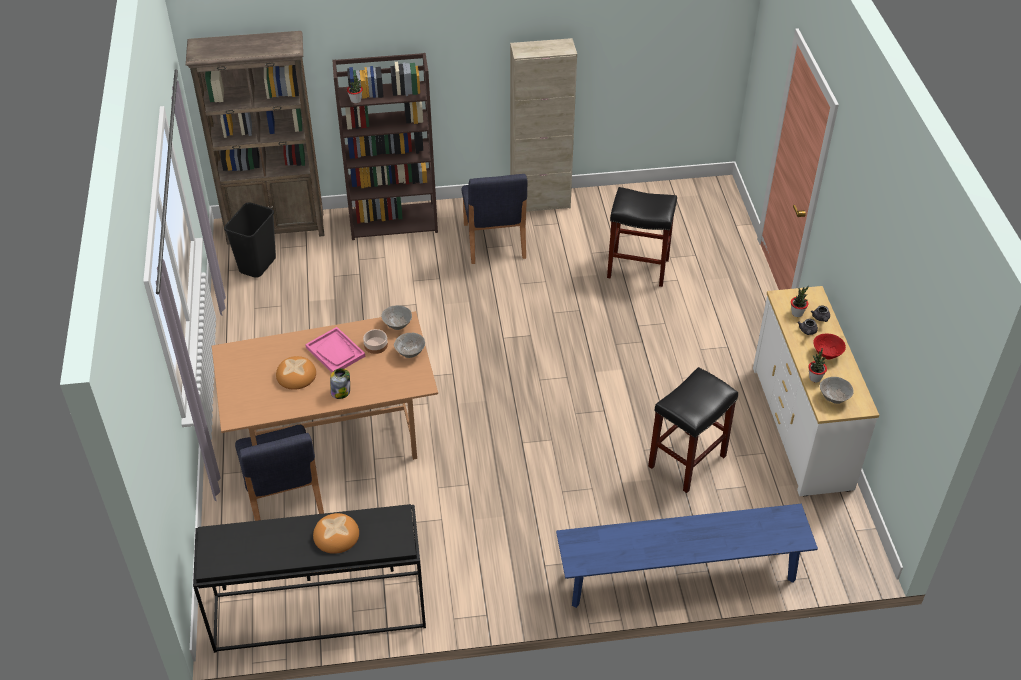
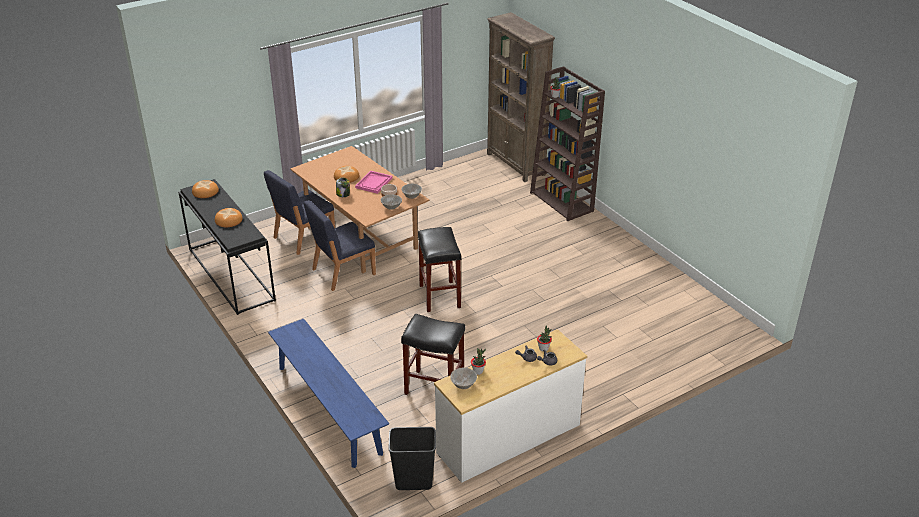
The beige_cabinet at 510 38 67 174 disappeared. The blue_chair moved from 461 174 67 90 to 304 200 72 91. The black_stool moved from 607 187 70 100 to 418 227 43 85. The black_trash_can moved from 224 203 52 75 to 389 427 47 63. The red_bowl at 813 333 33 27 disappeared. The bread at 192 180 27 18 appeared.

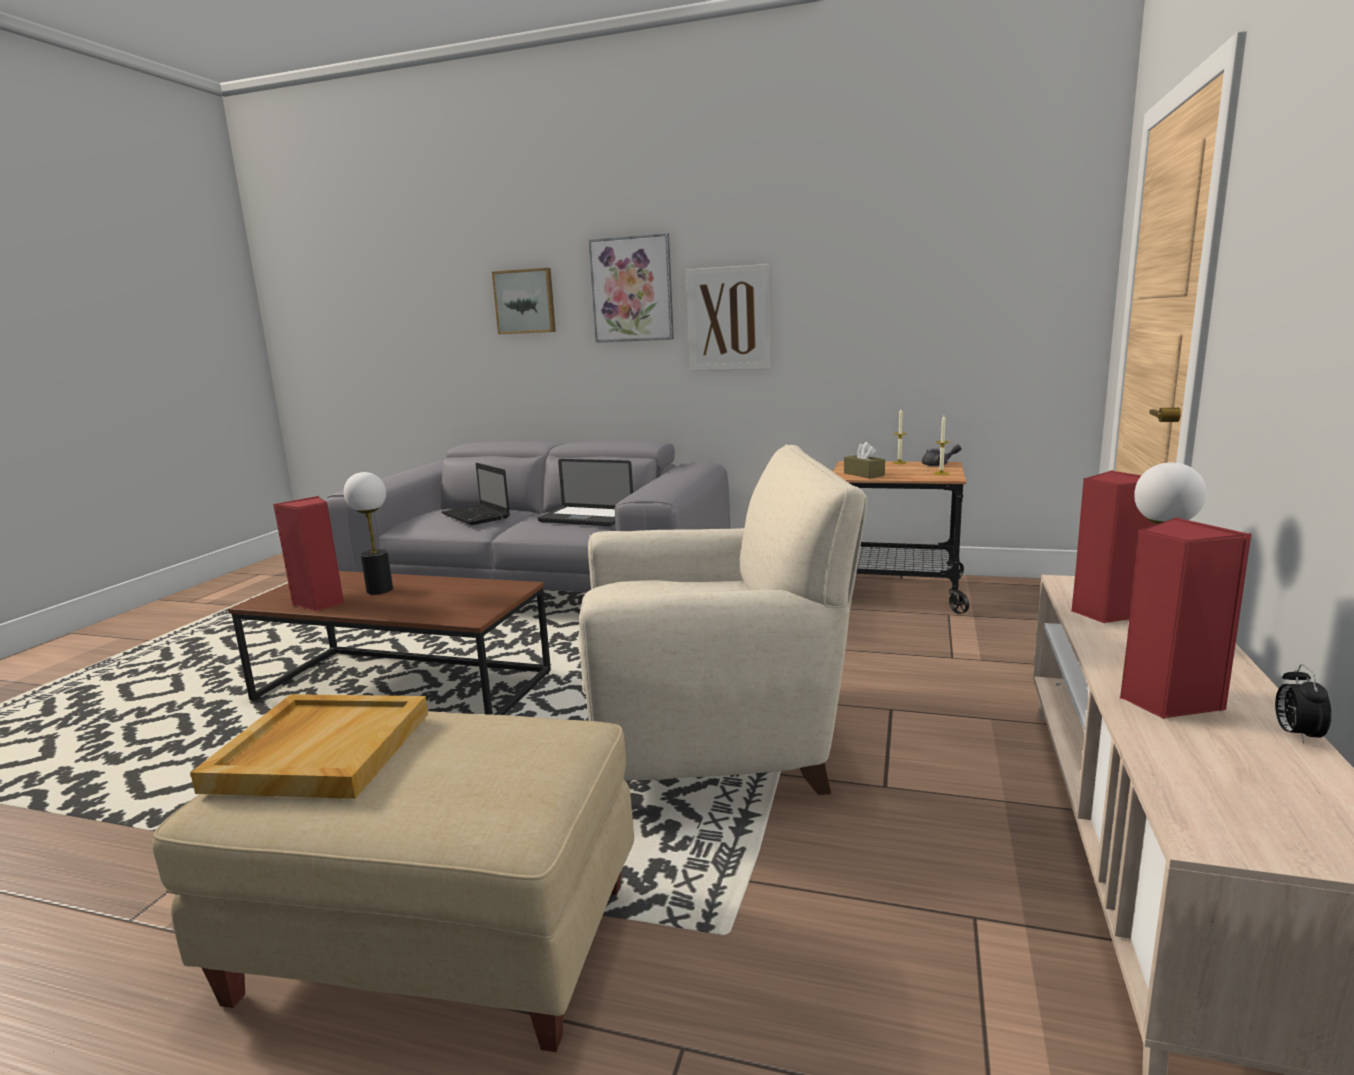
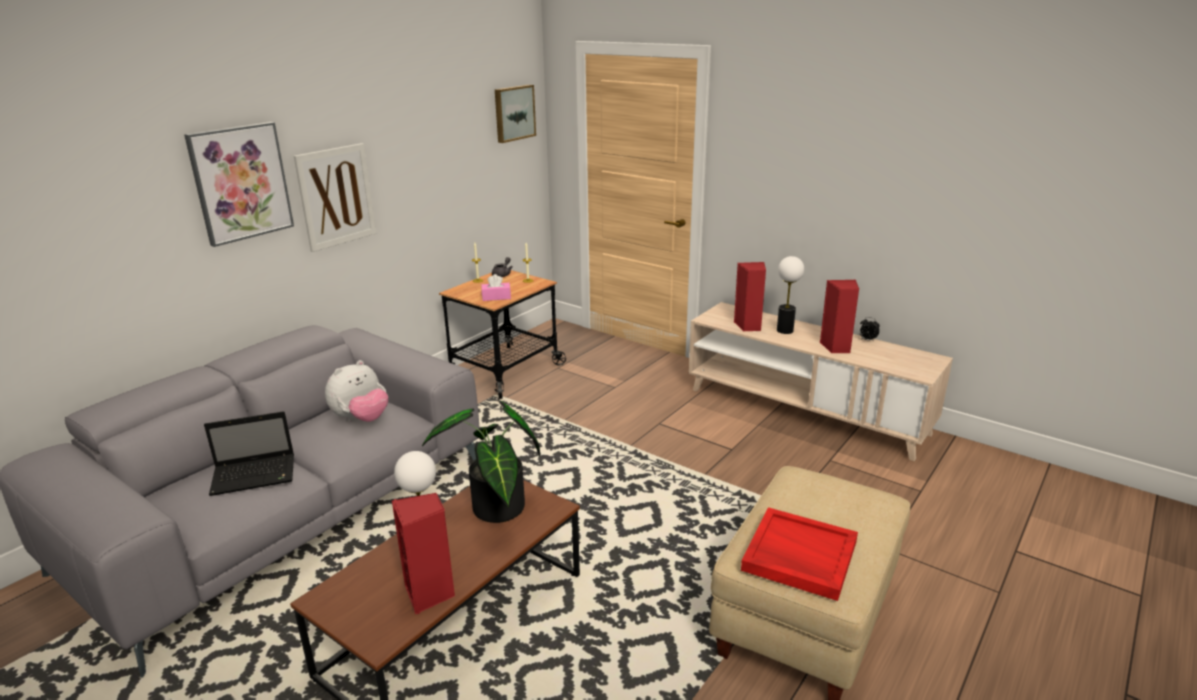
The picture moved from 492 268 64 66 to 495 84 41 59. The brown_tissue_box at 844 442 41 37 became the pink_tissue_box at 481 274 30 27. The beige_armchair at 578 444 289 351 disappeared. The laptop at 537 459 96 67 was replaced by the plush_toy at 325 360 63 62. The beige_tray at 190 694 238 105 became the red_tray at 741 507 117 94. The potted_plant at 422 401 118 122 appeared.

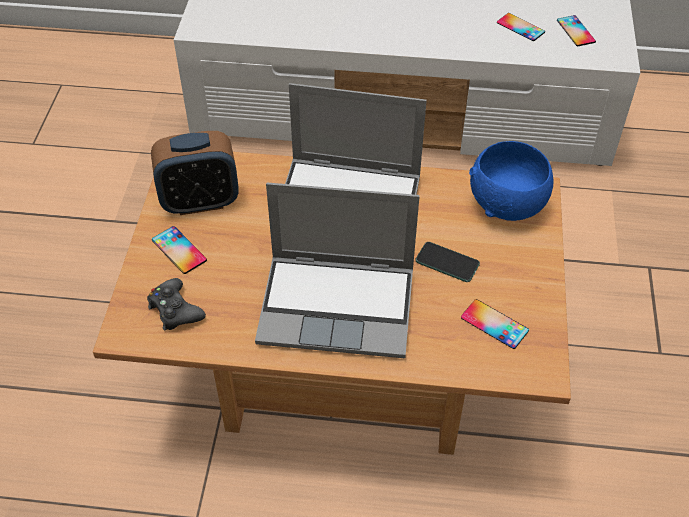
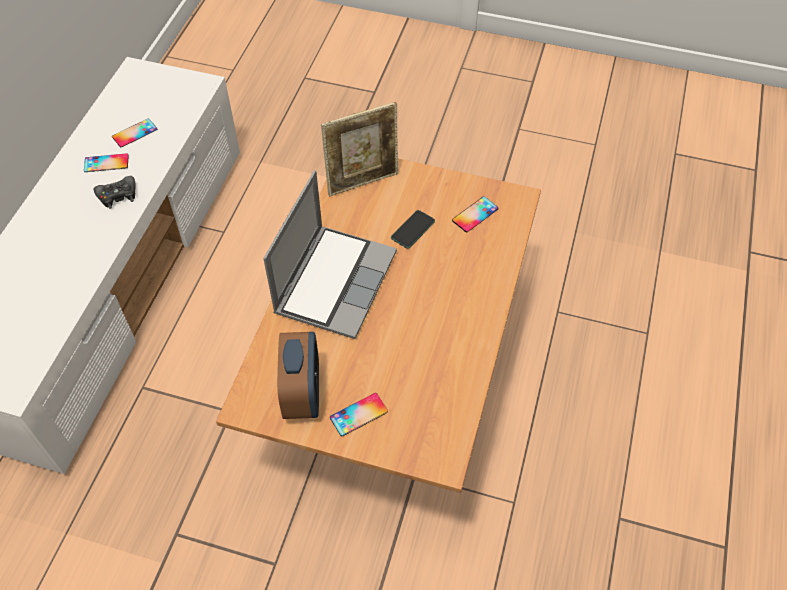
The phone moved from 557 15 39 31 to 84 153 45 19. The blue_bowl at 469 141 84 80 was replaced by the picture_frame at 321 102 77 95. The laptop at 255 182 165 176 disappeared. The black_game_controller moved from 147 278 59 52 to 94 176 42 33.

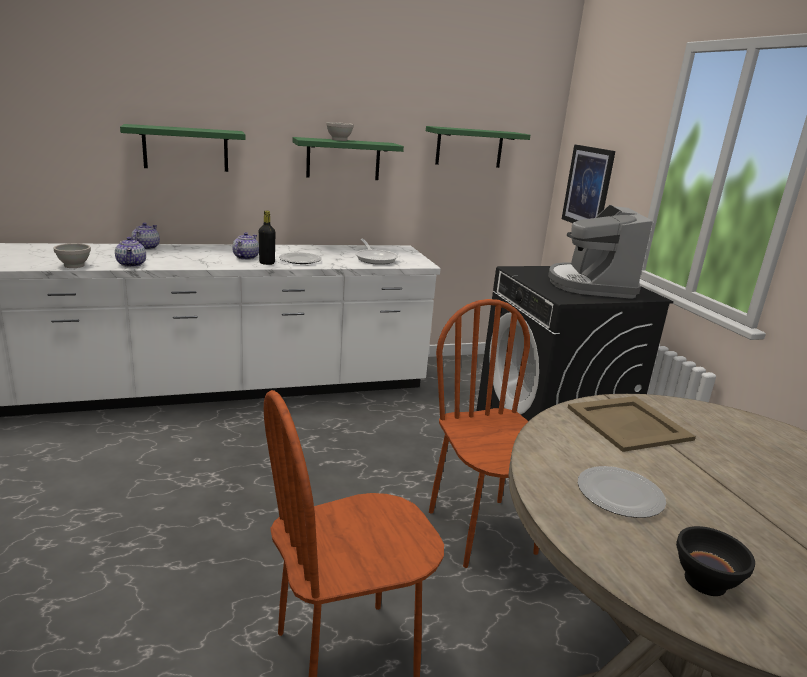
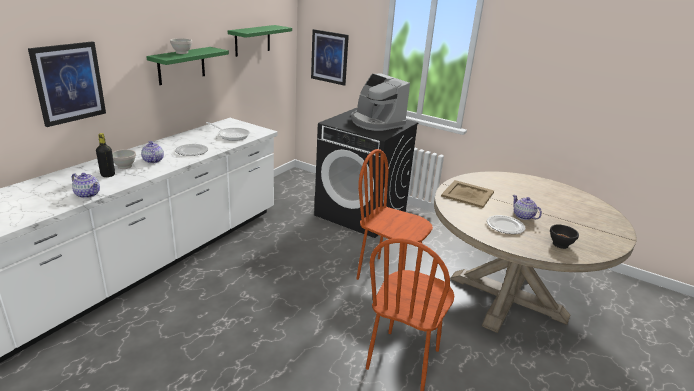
The green_shelf at 120 124 126 48 was replaced by the picture at 28 41 78 86. The black_bottle moved from 259 211 16 54 to 96 133 19 44. The teapot moved from 131 223 29 27 to 513 195 29 25. The white_bowl moved from 54 243 37 25 to 112 149 24 20.

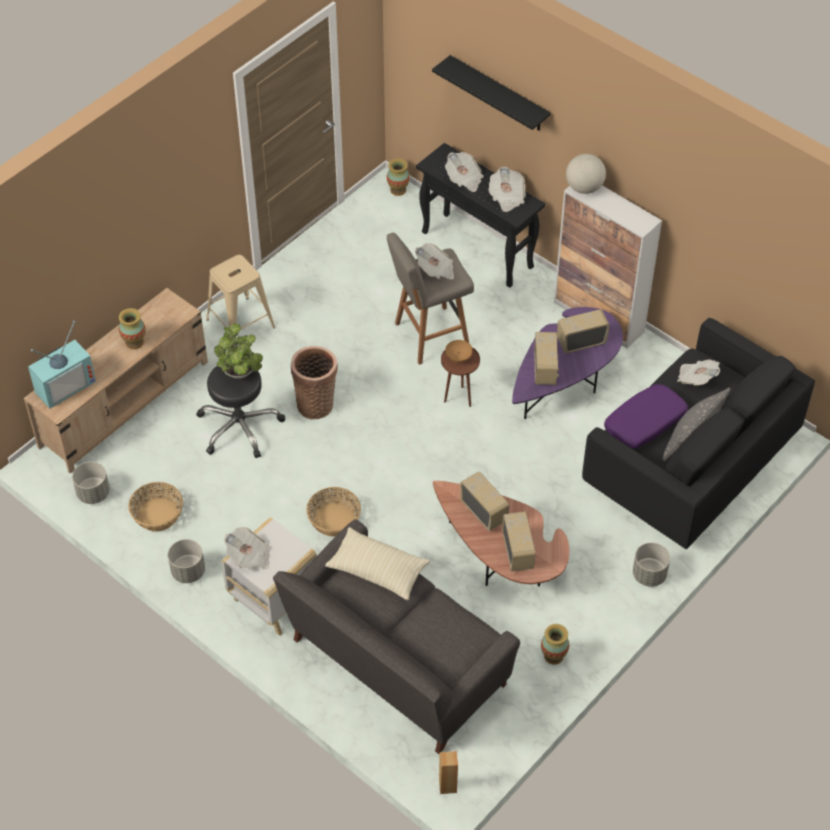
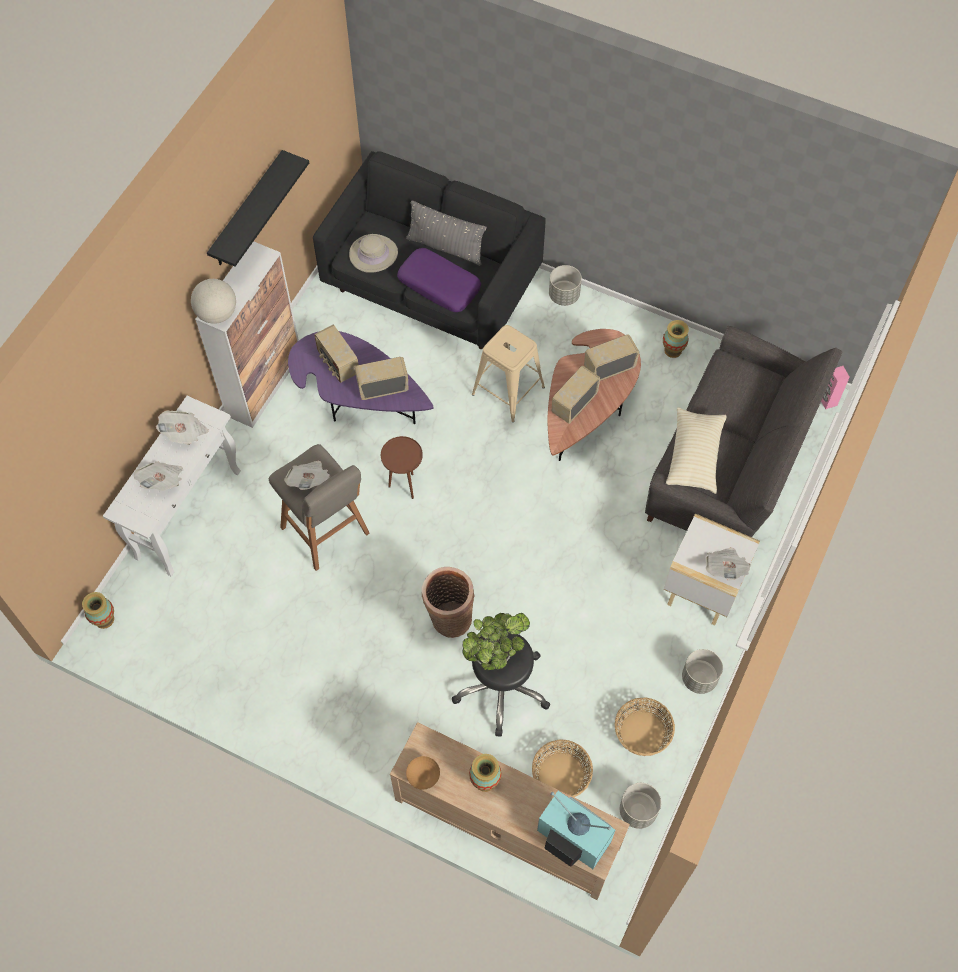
The black_shelf moved from 432 55 119 76 to 207 150 102 117. The black_console_table at 416 143 129 145 became the white_console_table at 103 396 138 180. The beige_stool moved from 206 255 69 91 to 472 325 73 97. The brown_bowl moved from 445 340 28 23 to 406 756 34 34. The newspaper at 677 359 43 26 was replaced by the beige_hat at 349 234 49 39. The basket moved from 306 487 55 50 to 532 739 61 58. The brown_speaker at 439 751 19 43 became the pink_speaker at 821 366 29 43.

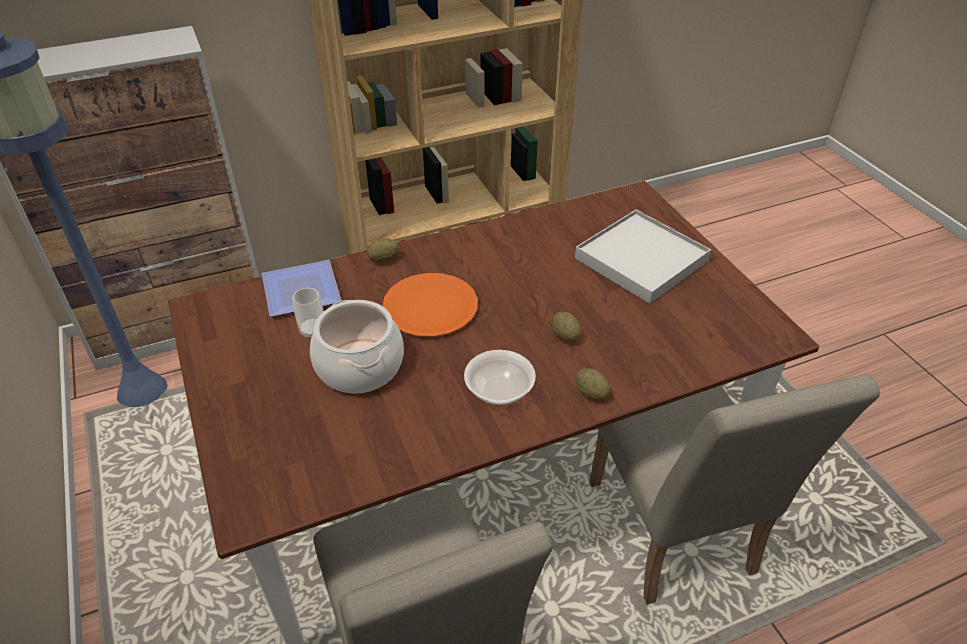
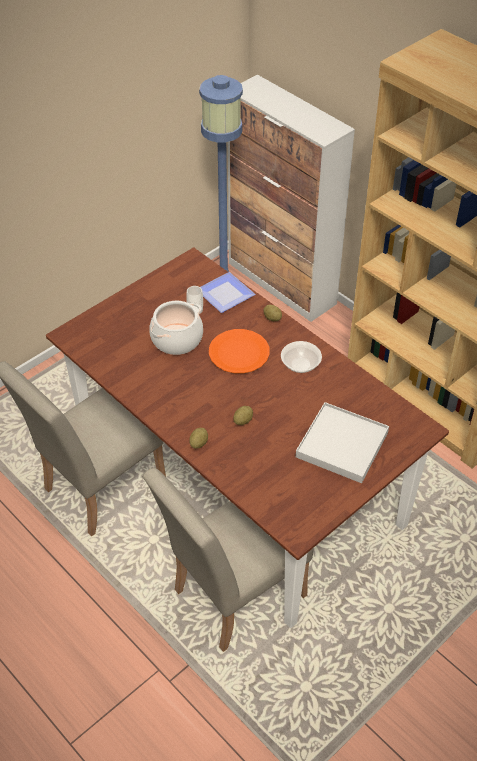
The bowl moved from 464 350 72 55 to 281 341 41 32.

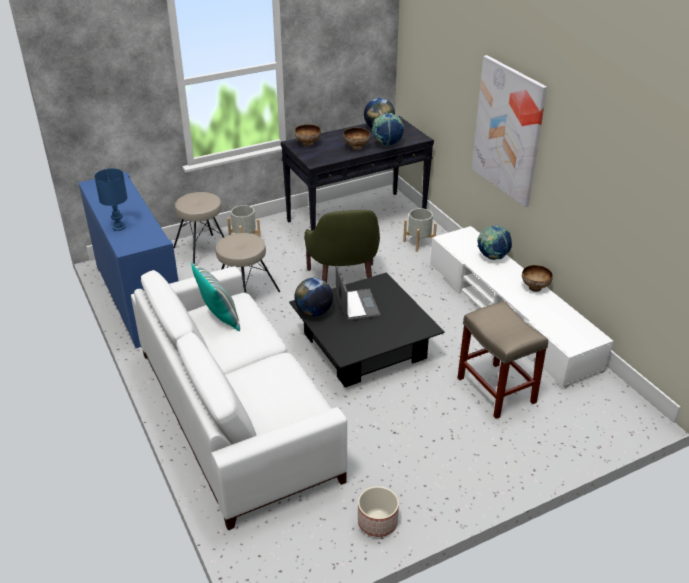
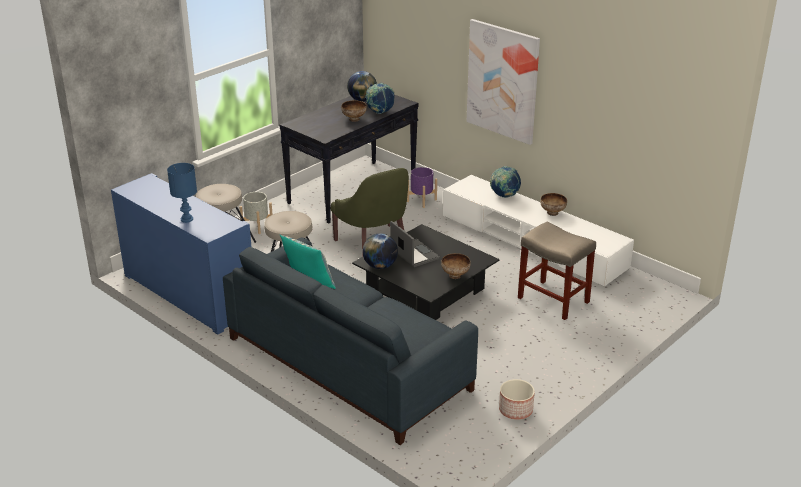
The bowl moved from 295 124 26 23 to 441 253 30 26. The grey_planter at 403 208 34 44 became the purple_planter at 407 167 30 41. The white_sofa at 131 266 216 264 became the blue_sofa at 223 237 255 208.

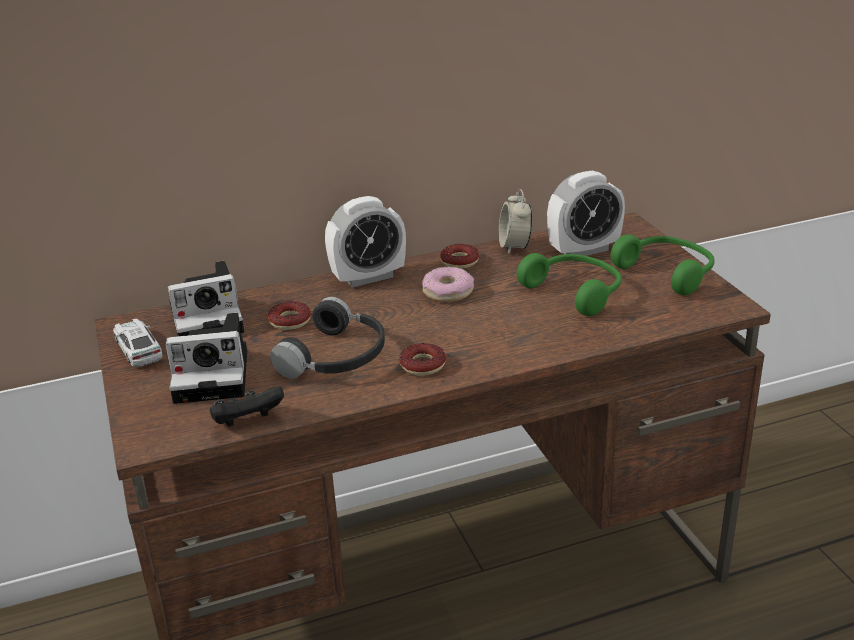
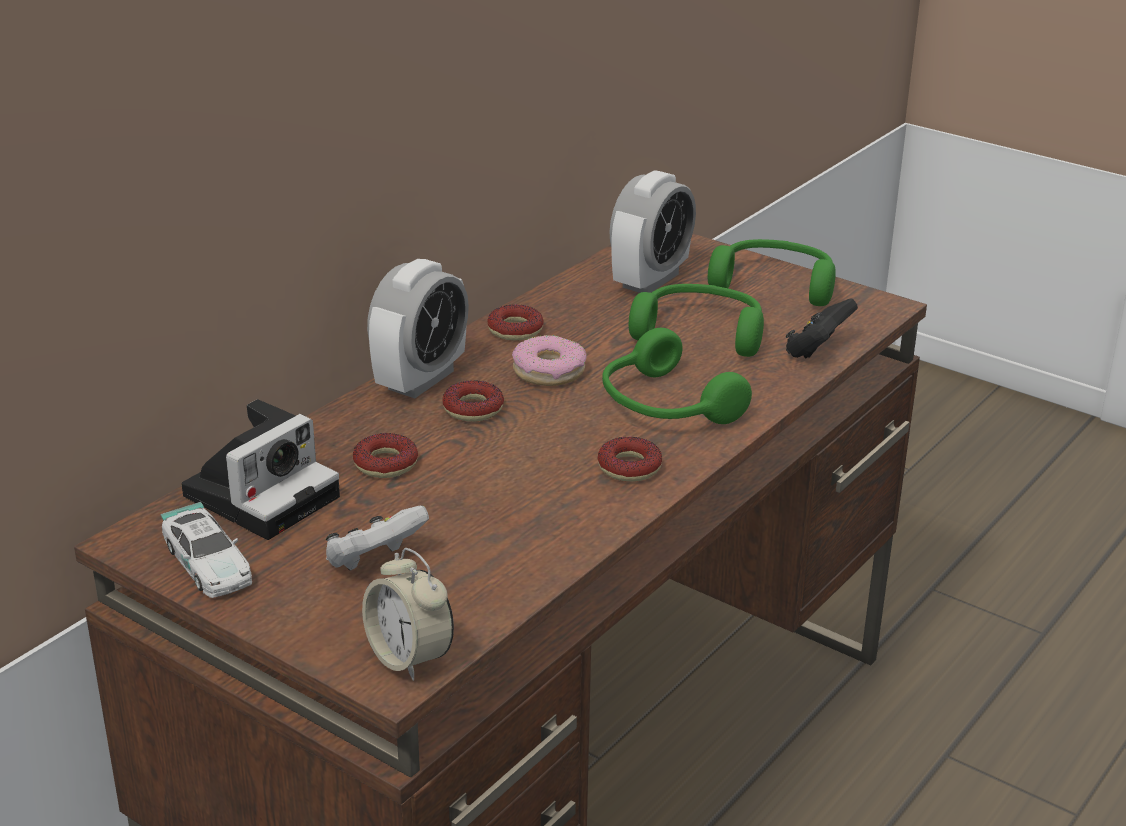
The alarm_clock moved from 499 189 33 65 to 362 548 92 133. The black_headphones at 270 297 115 82 disappeared. The photo_camera at 166 313 81 91 was replaced by the white_game_controller at 326 505 103 66. The toy_car at 113 319 50 48 turned 150 degrees counterclockwise. The black_game_controller moved from 210 387 74 40 to 786 298 72 61. The green_headphones at 602 328 150 96 appeared. The donut at 442 380 62 41 appeared.

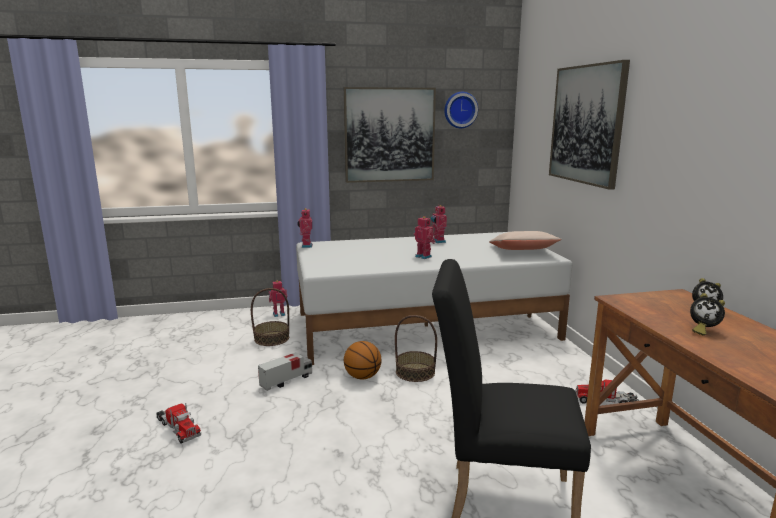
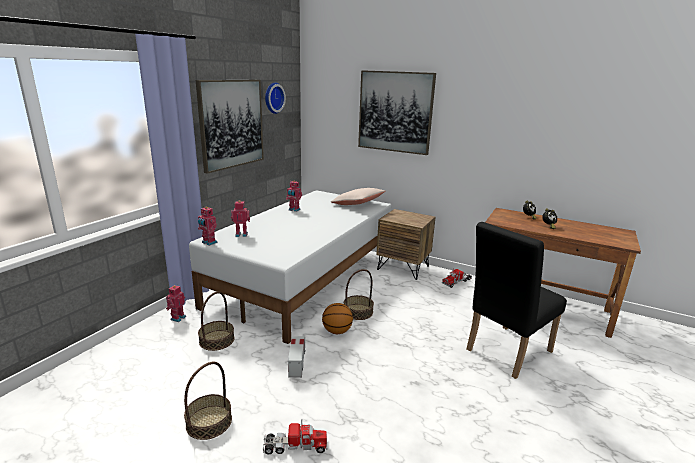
The toy_robot moved from 414 216 21 43 to 231 200 19 37. The brown_nightstand at 376 209 60 71 appeared. The basket at 184 362 48 78 appeared.

